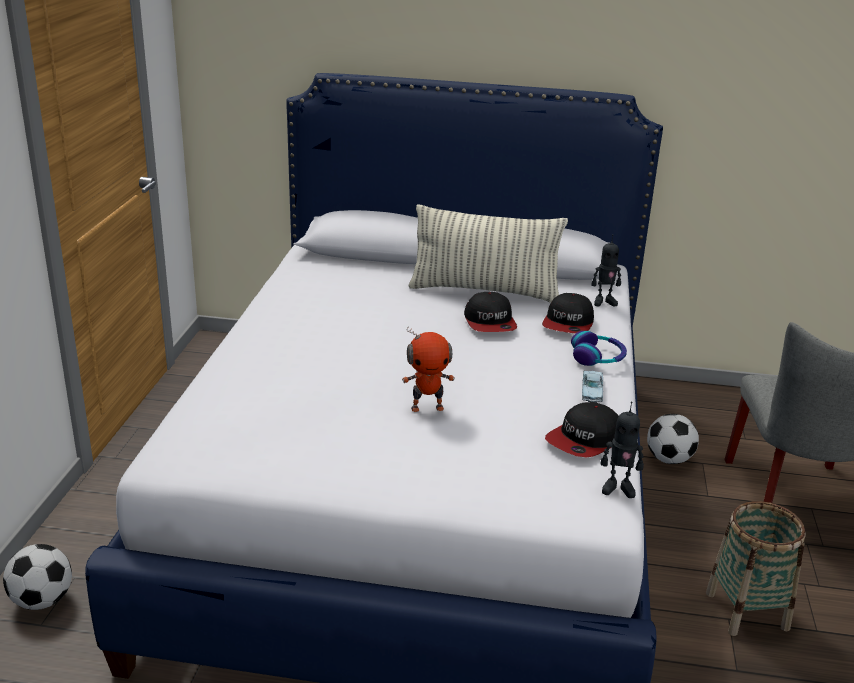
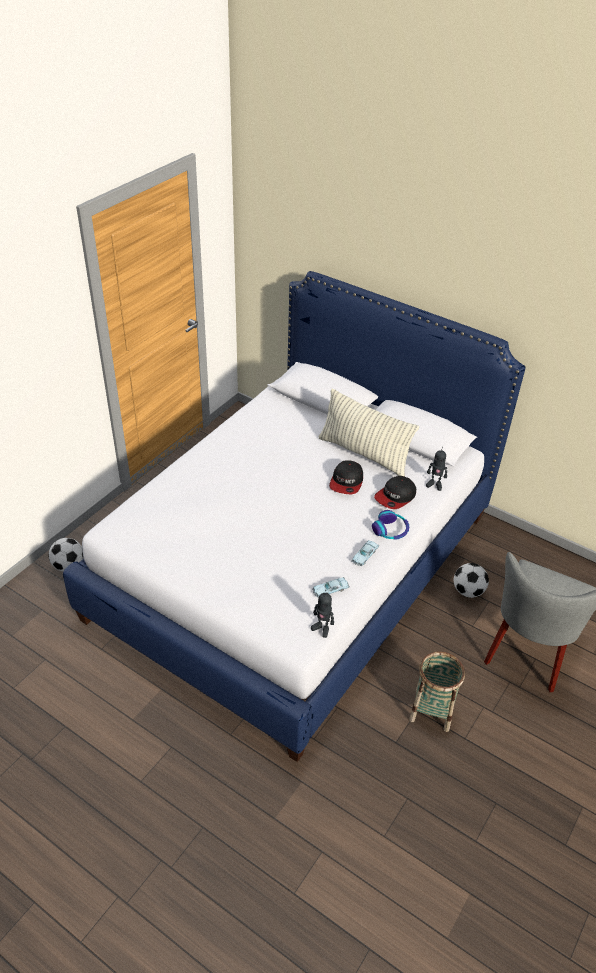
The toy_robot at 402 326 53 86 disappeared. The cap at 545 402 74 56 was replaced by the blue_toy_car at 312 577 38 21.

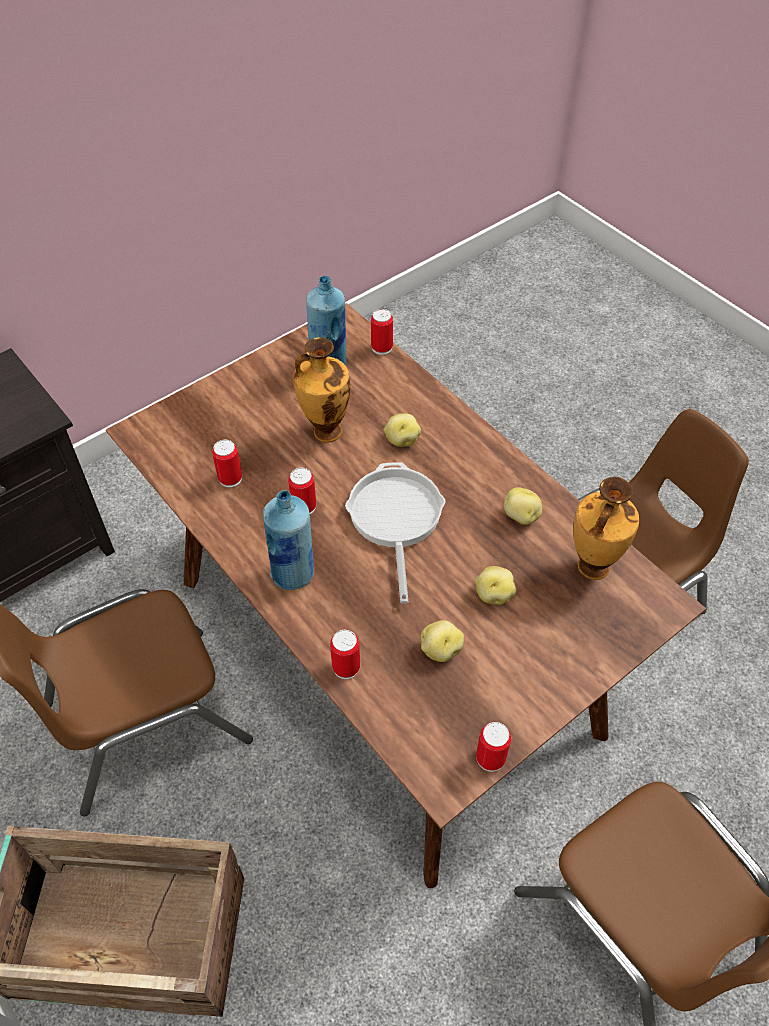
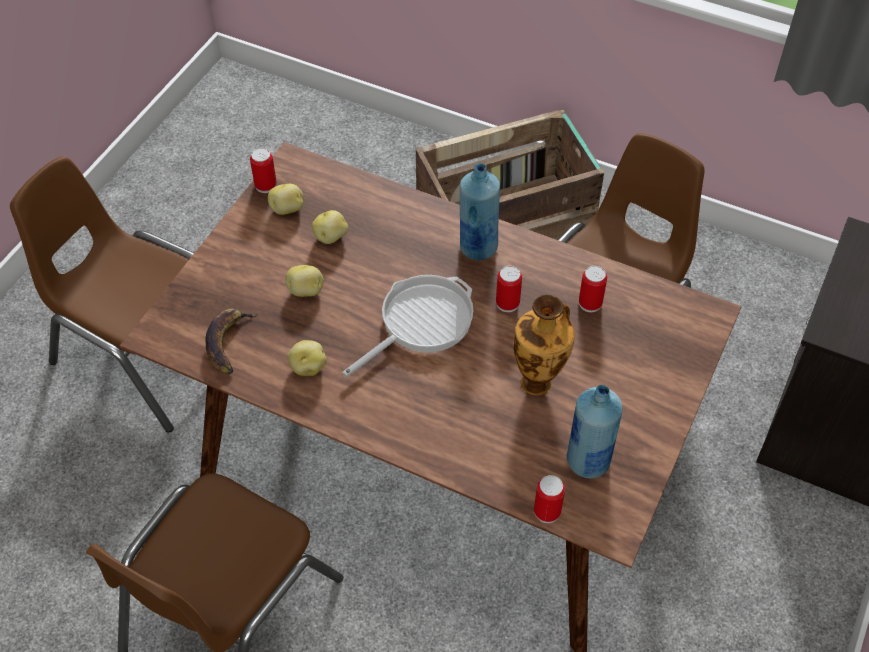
The potato moved from 384 413 37 34 to 268 184 35 31. The frying_pan at 345 462 101 142 turned 105 degrees counterclockwise. The vase at 573 477 67 103 was replaced by the banana at 205 309 53 65. The can at 330 630 30 49 disappeared.

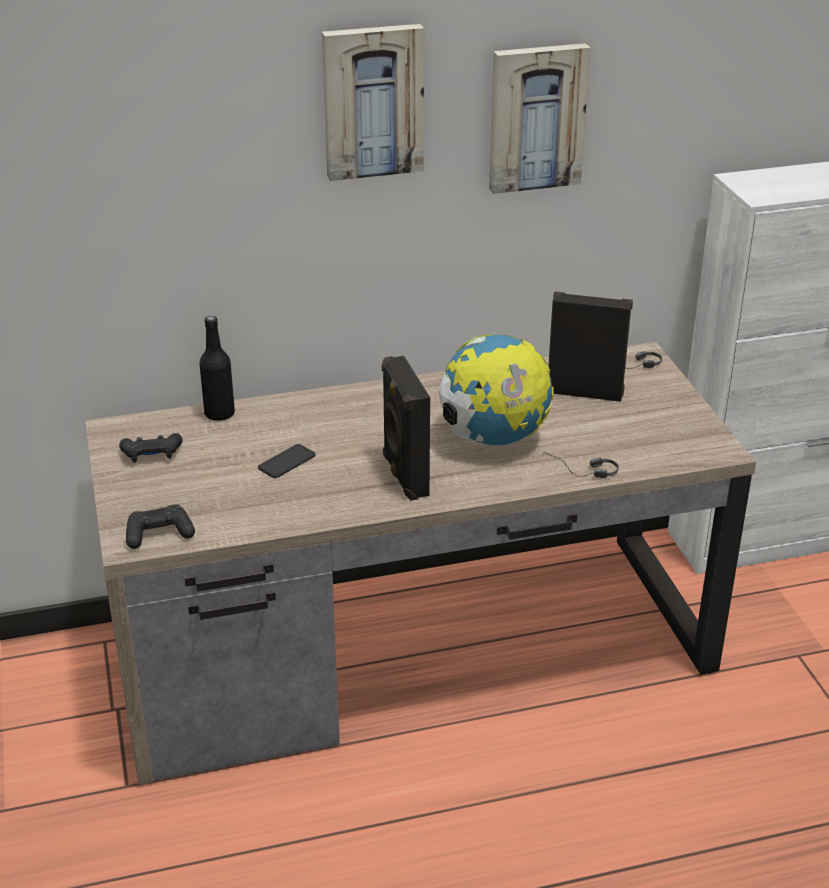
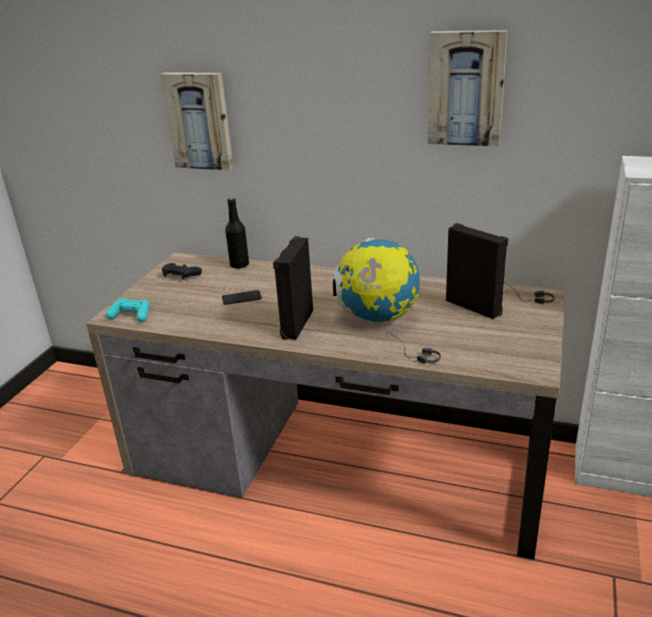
The picture moved from 322 24 102 157 to 160 73 73 97. The black_game_controller at 126 504 69 45 became the turquoise_game_controller at 106 298 43 24.

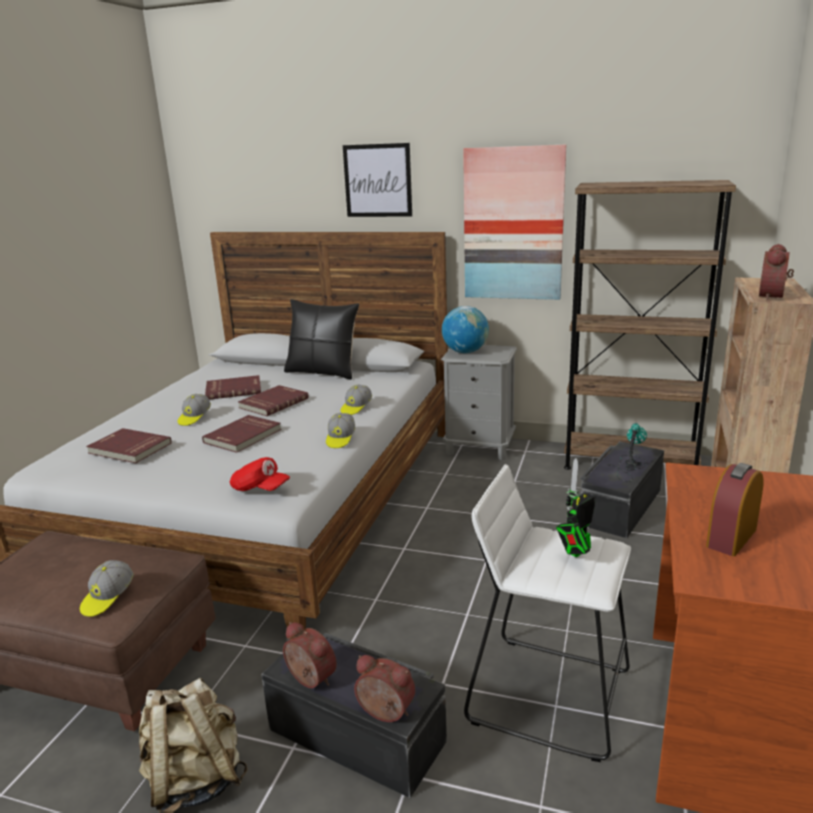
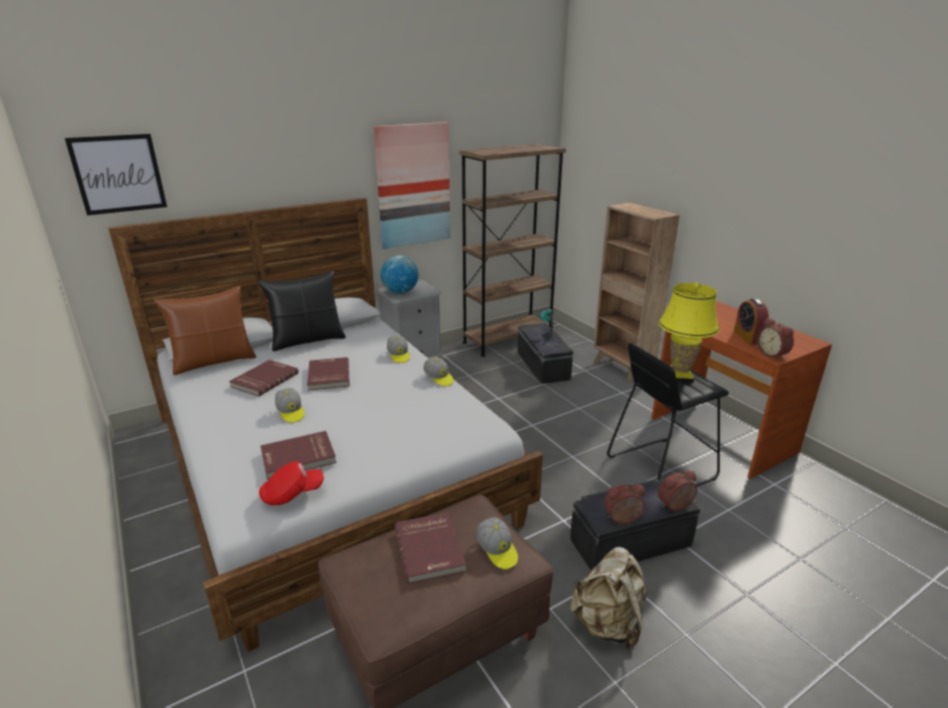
The picture moved from 343 143 69 74 to 65 134 102 81. The alarm_clock moved from 759 244 35 57 to 757 318 37 42. The red_book moved from 202 415 80 38 to 395 512 71 72. The red_cap moved from 229 457 61 34 to 259 461 65 44. The toy_robot at 556 458 40 99 was replaced by the yellow_table_lamp at 658 283 62 100. The white_stool at 464 464 167 298 became the black_stool at 607 342 122 144. The brown_pillow at 154 286 102 89 appeared.

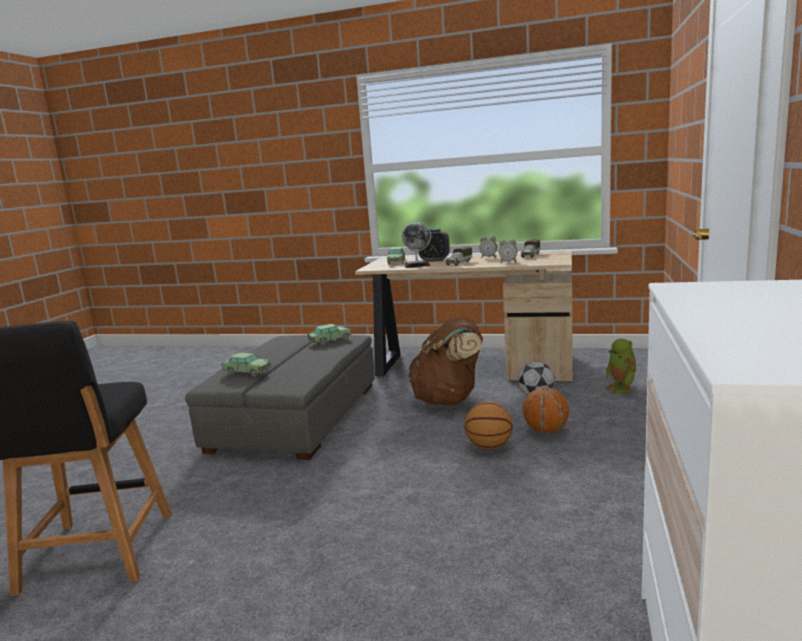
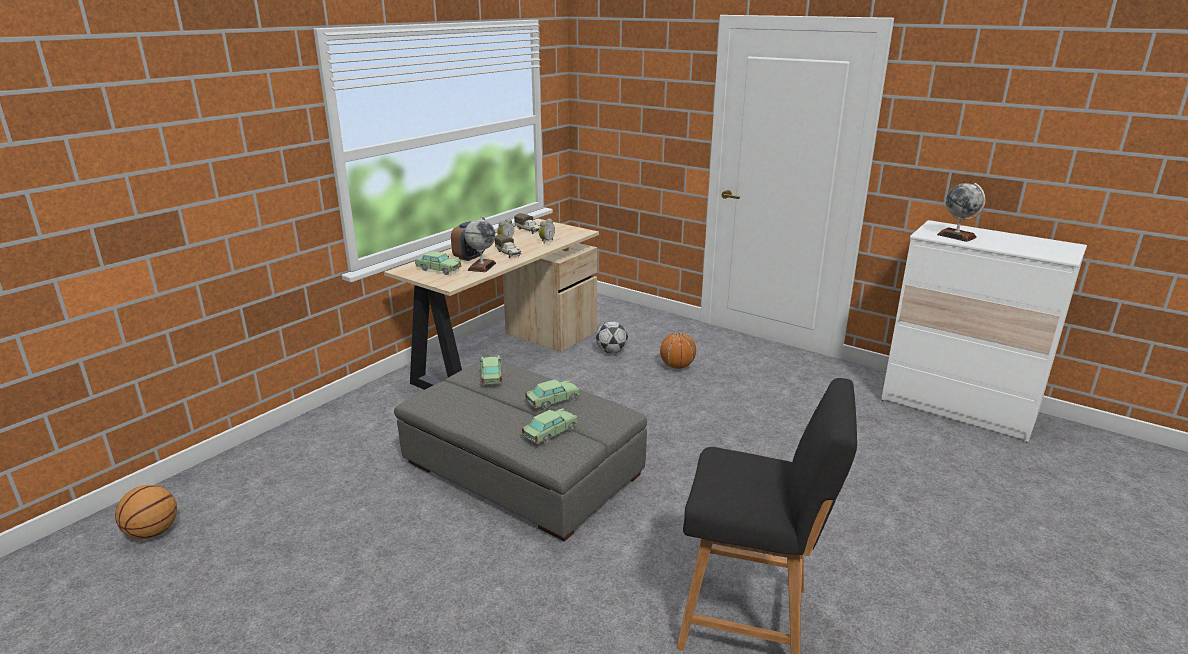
The brown_backpack at 409 317 74 88 disappeared. The toy_robot at 605 339 31 55 disappeared. The basketball moved from 465 401 48 48 to 115 485 62 54. The globe at 937 183 48 59 appeared. The toy_car at 525 380 55 29 appeared.

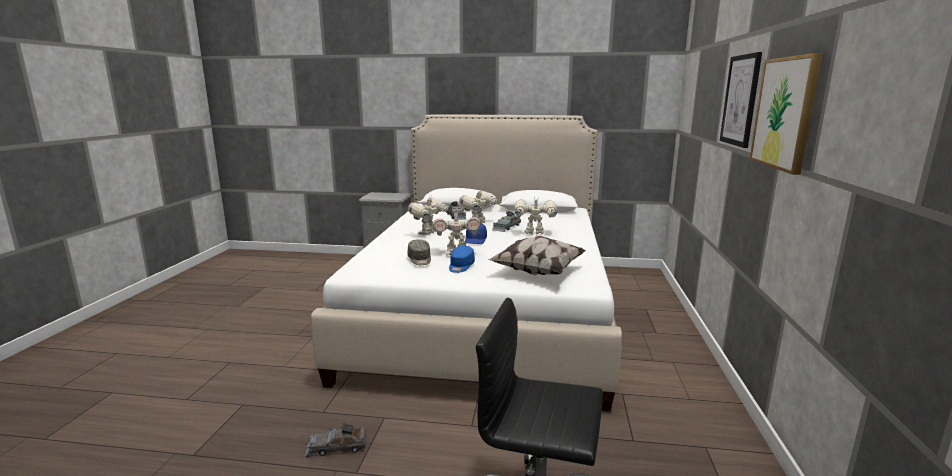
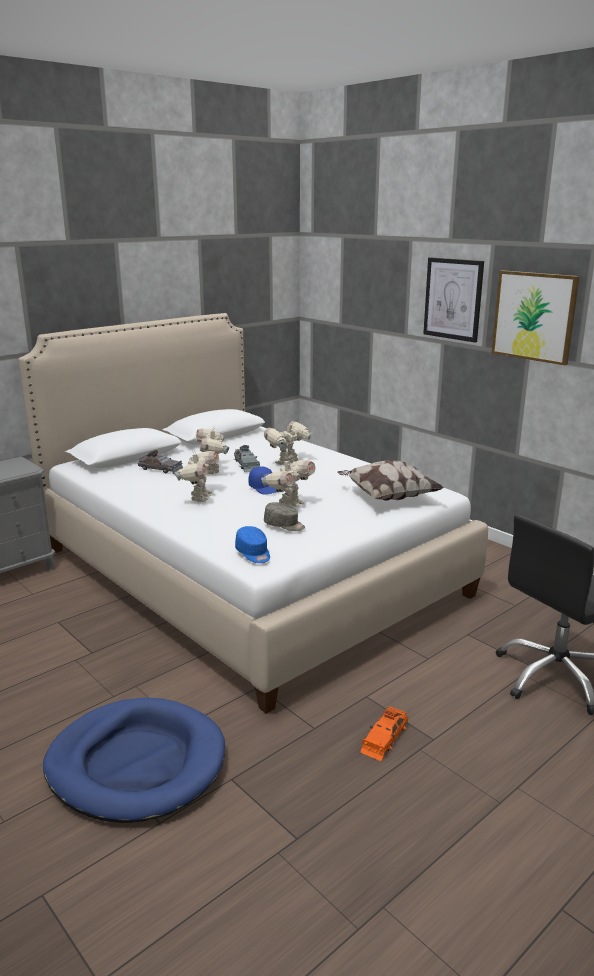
The toy_robot at 408 196 41 39 turned 150 degrees counterclockwise. The blue_cap moved from 449 246 26 27 to 235 526 35 37. The grey_toy_car at 305 423 61 34 became the orange_toy_car at 360 706 48 55. The blue_dog_bed at 43 698 182 125 appeared.

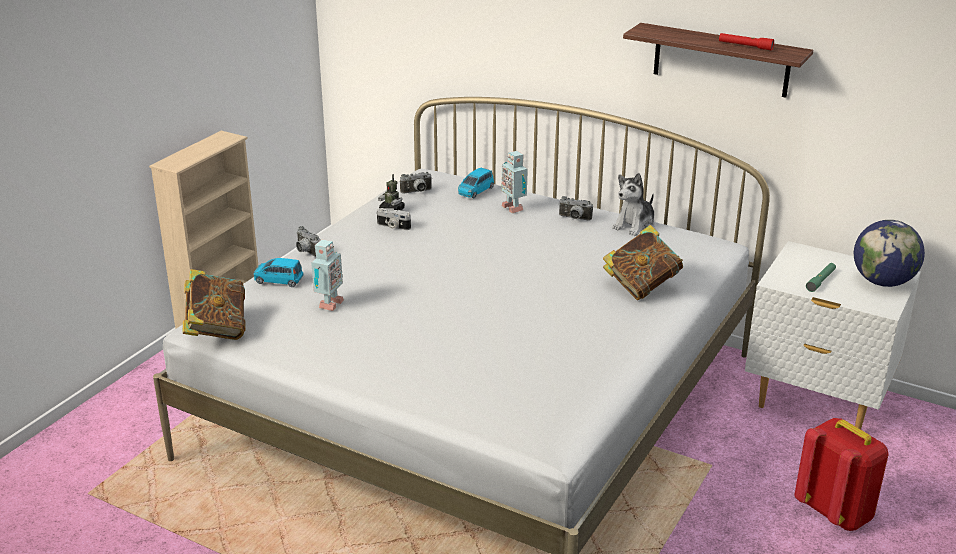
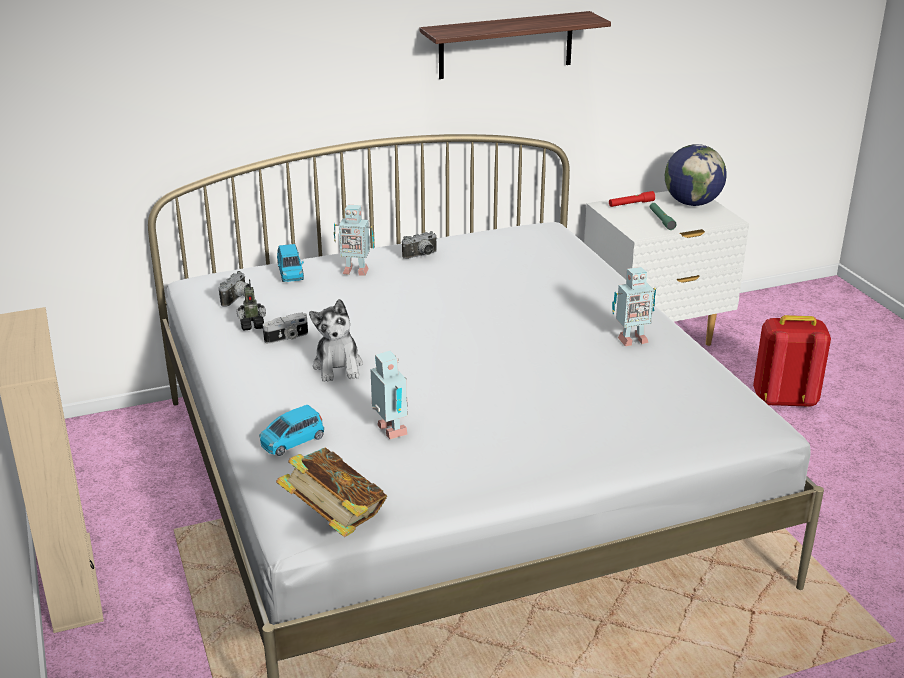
The red_flashlight moved from 719 33 55 18 to 609 191 46 16. The plush_toy moved from 612 173 43 63 to 309 299 54 83. The book at 603 225 80 75 disappeared. The photo_camera at 296 226 25 31 disappeared. The toy_robot at 612 267 44 79 appeared.

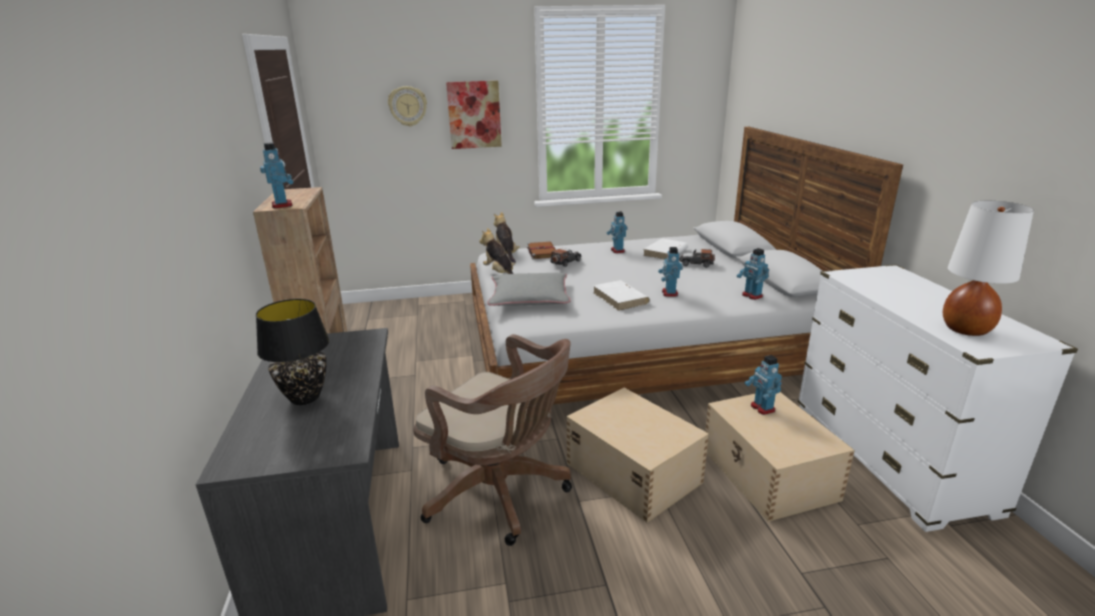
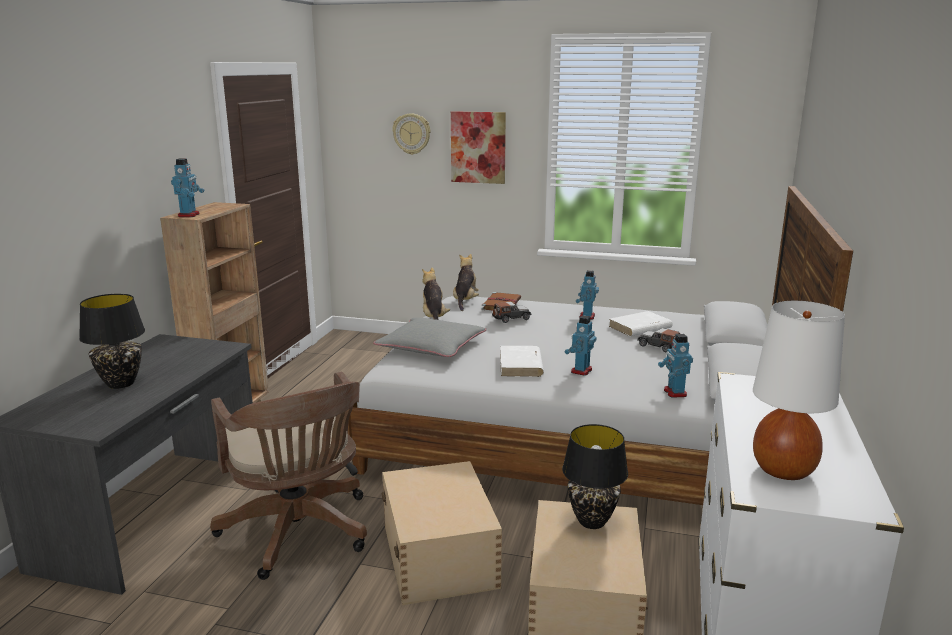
The toy_robot at 745 355 37 60 was replaced by the black_table_lamp at 562 424 66 105.

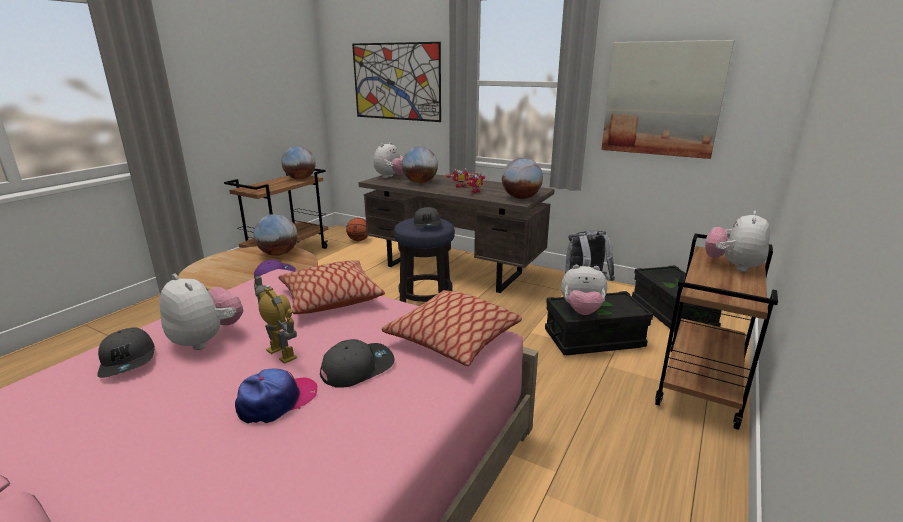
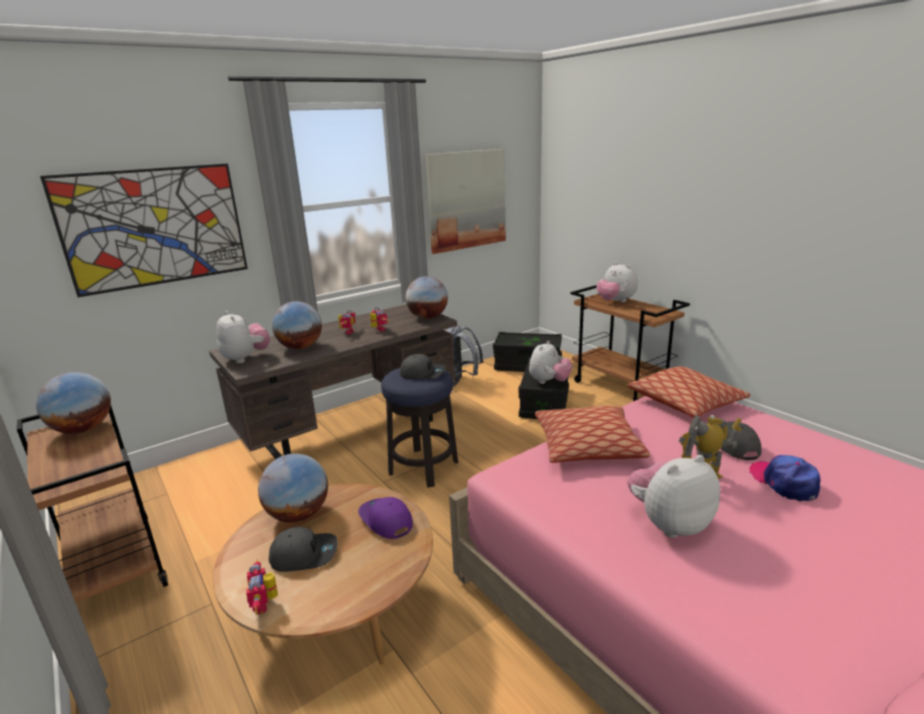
The basketball at 346 218 22 23 disappeared. The grey_cap moved from 97 327 58 51 to 269 526 69 46. The toy_robot at 246 560 32 55 appeared.

